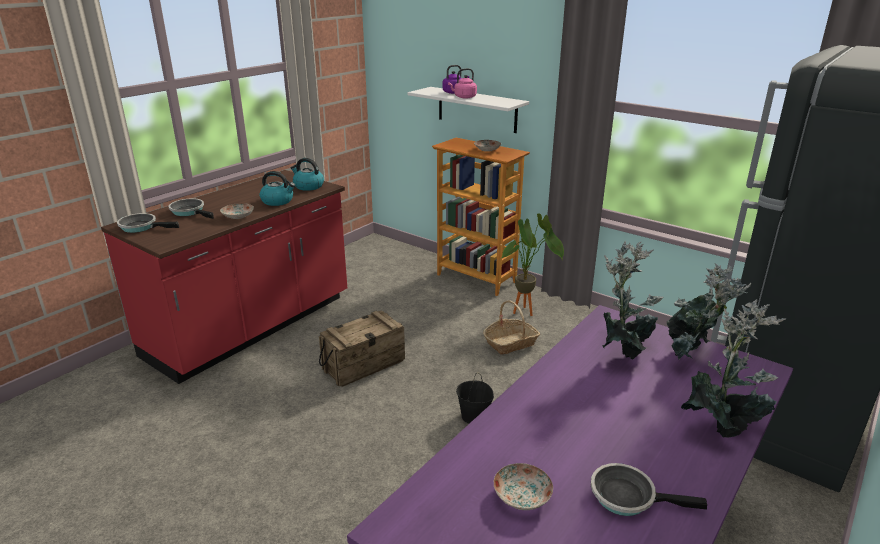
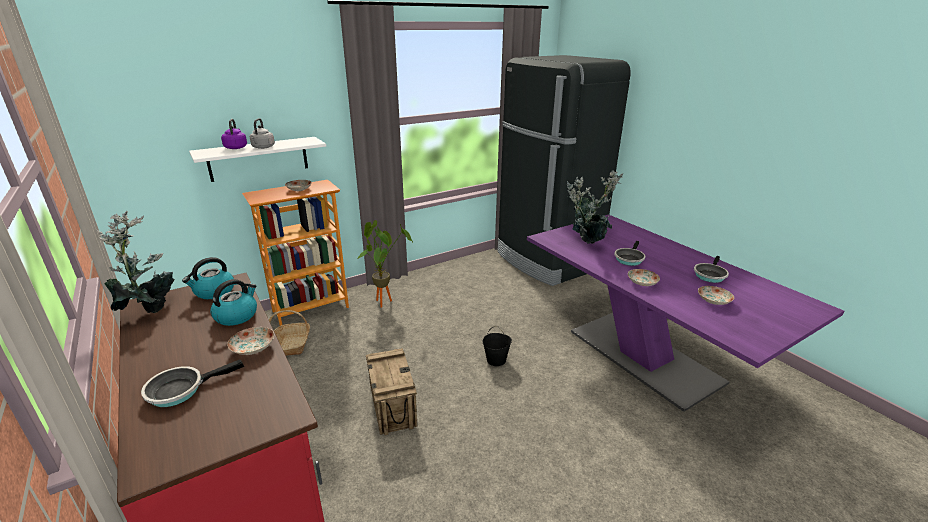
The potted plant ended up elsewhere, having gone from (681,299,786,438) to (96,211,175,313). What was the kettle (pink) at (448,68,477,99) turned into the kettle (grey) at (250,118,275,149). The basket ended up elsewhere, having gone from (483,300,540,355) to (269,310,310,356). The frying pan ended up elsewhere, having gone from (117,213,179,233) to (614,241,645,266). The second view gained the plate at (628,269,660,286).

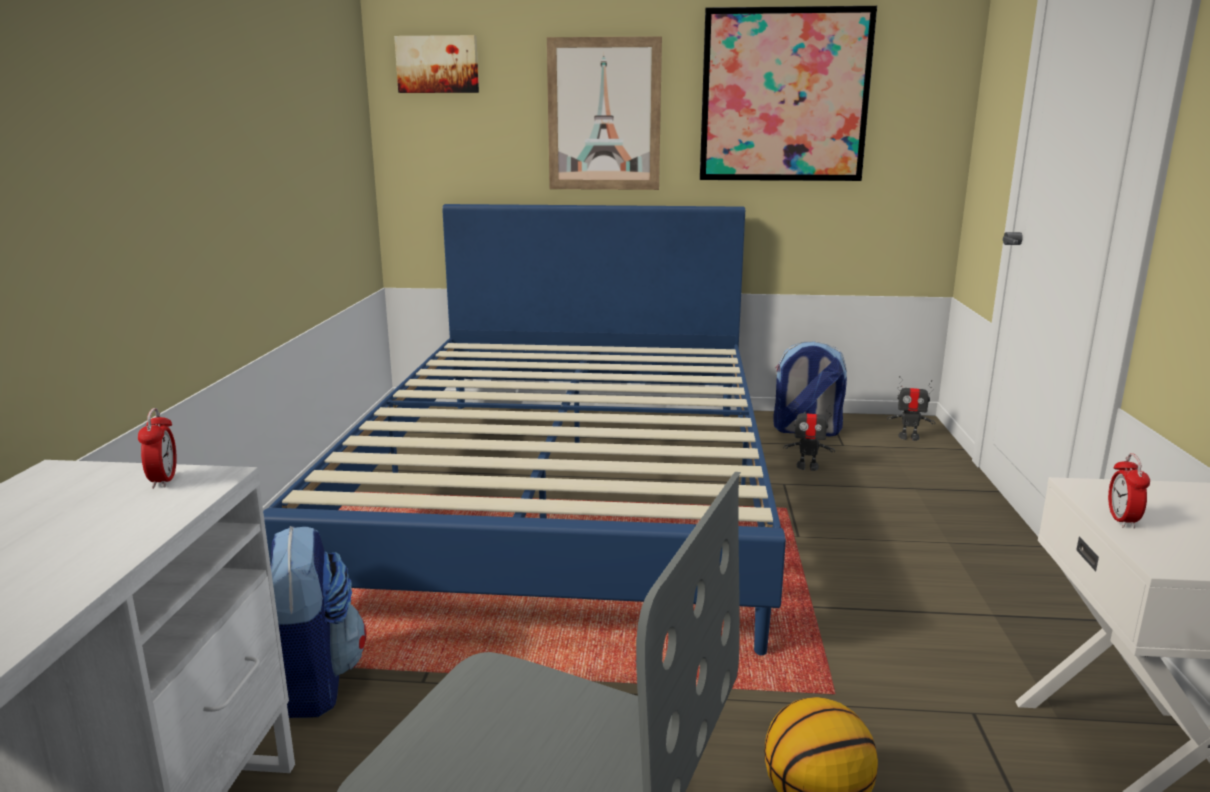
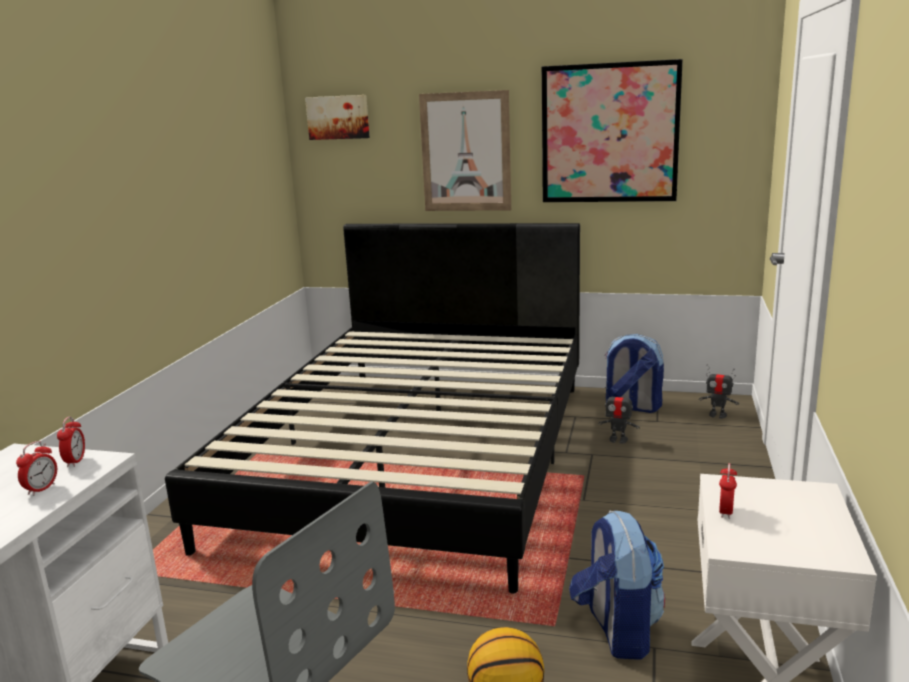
The second view gained the alarm clock at (16,441,57,496). What was the bed (blue) at (263,204,786,655) turned into the bed (black) at (165,223,580,594). The backpack ended up elsewhere, having gone from (271,526,366,718) to (569,511,665,660).

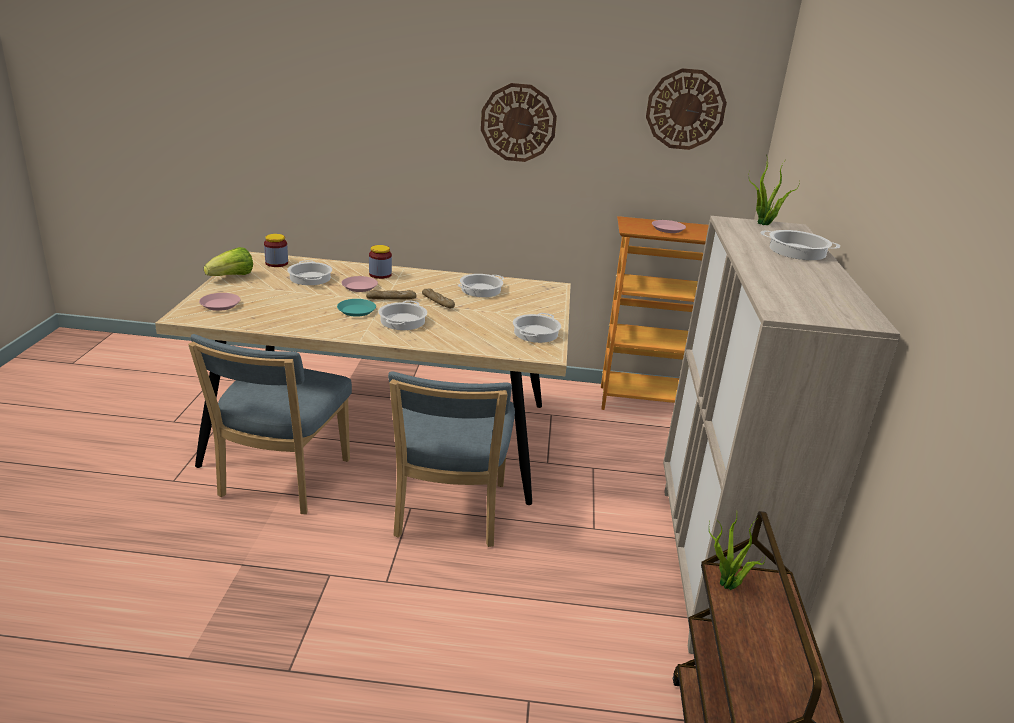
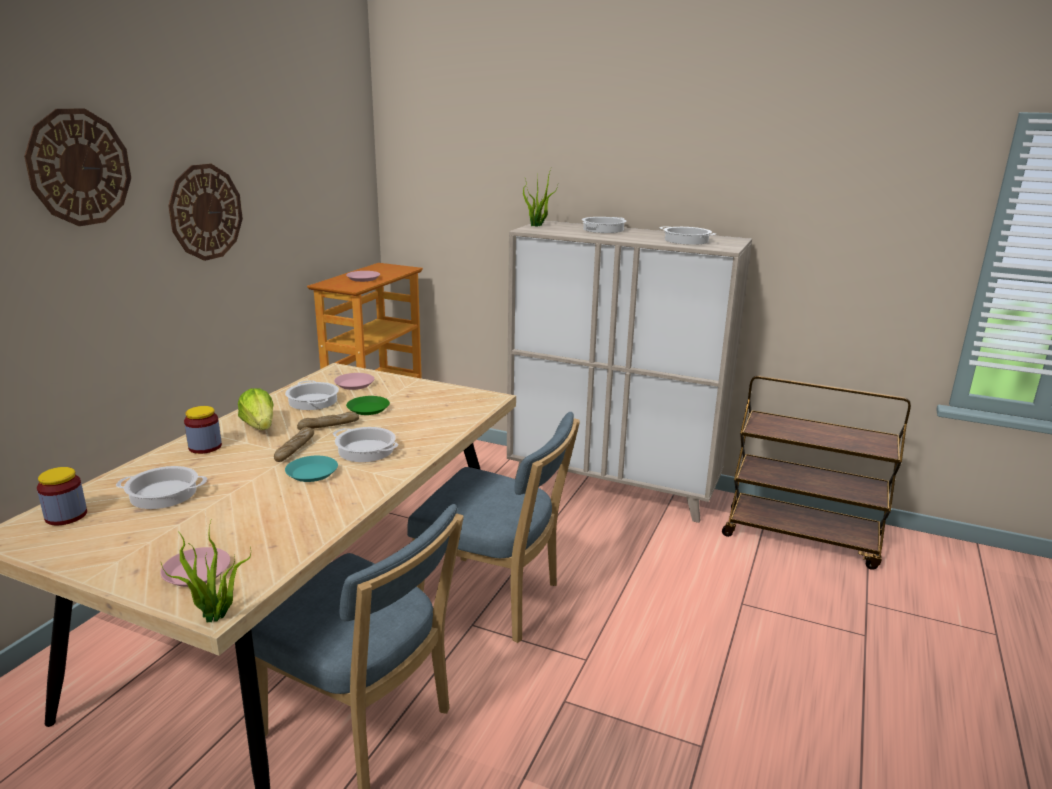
The wall clock ended up elsewhere, having gone from (646,68,727,150) to (24,108,131,226). The potted plant ended up elsewhere, having gone from (709,515,765,590) to (161,521,251,622). The lettuce ended up elsewhere, having gone from (204,247,253,276) to (238,388,273,430). The plate (pink) ended up elsewhere, having gone from (341,276,378,292) to (334,373,374,390). The second view gained the plate (green) at (346,396,390,415). The cooking pot ended up elsewhere, having gone from (513,313,561,343) to (659,226,716,245).

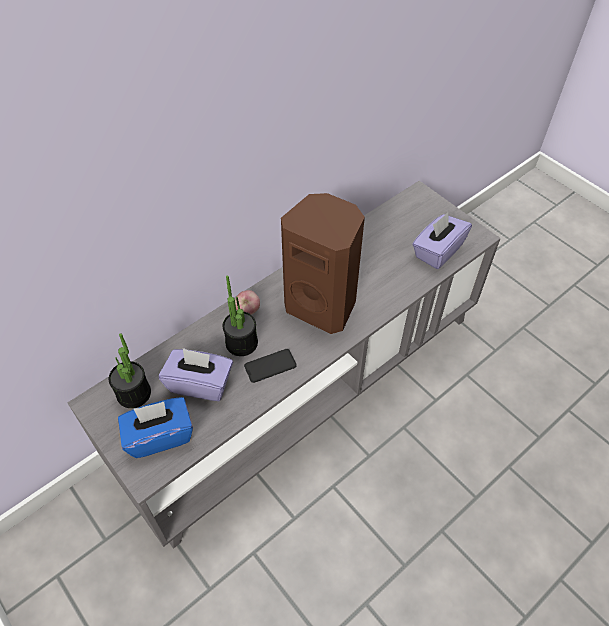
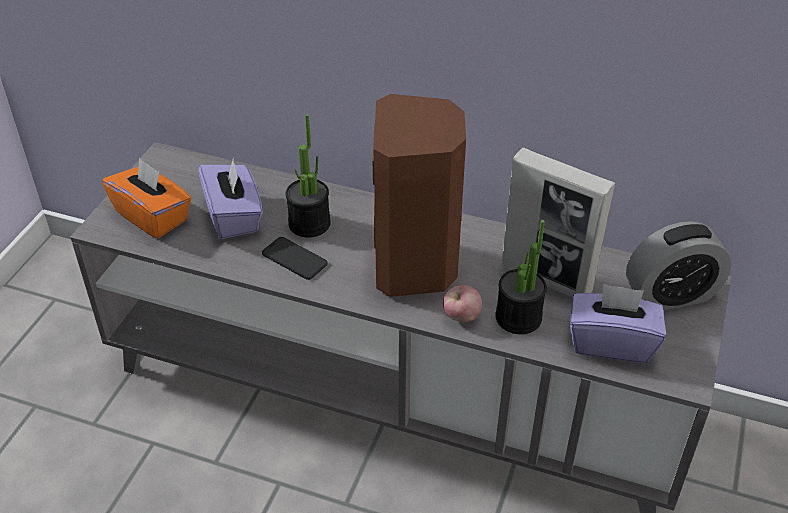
What was the tissue box (blue) at (118,397,193,458) turned into the tissue box (orange) at (102,157,191,239). The apple ended up elsewhere, having gone from (235,290,260,315) to (443,285,482,322). The potted plant ended up elsewhere, having gone from (109,333,151,408) to (496,220,547,334). The second view gained the picture frame at (502,148,615,298). The second view gained the alarm clock at (626,221,732,310).

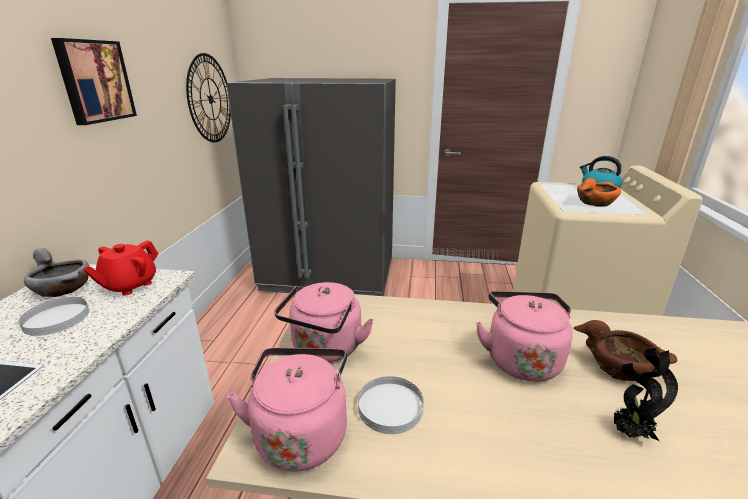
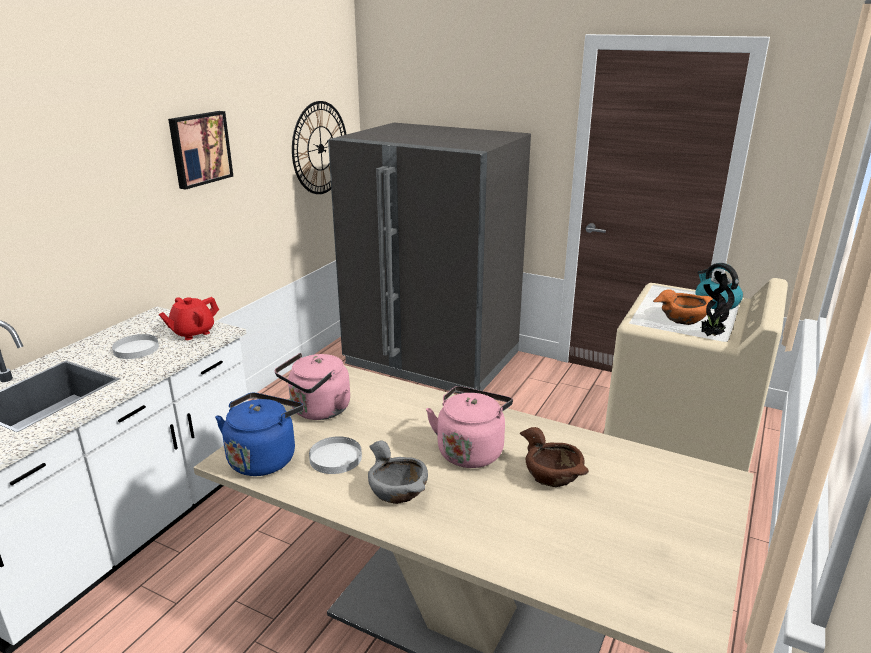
What was the kettle (pink) at (227,348,347,471) turned into the kettle (blue) at (215,393,303,476). The bowl (grey) ended up elsewhere, having gone from (24,248,89,297) to (368,441,428,504). The potted plant ended up elsewhere, having gone from (614,347,678,441) to (701,271,735,336).

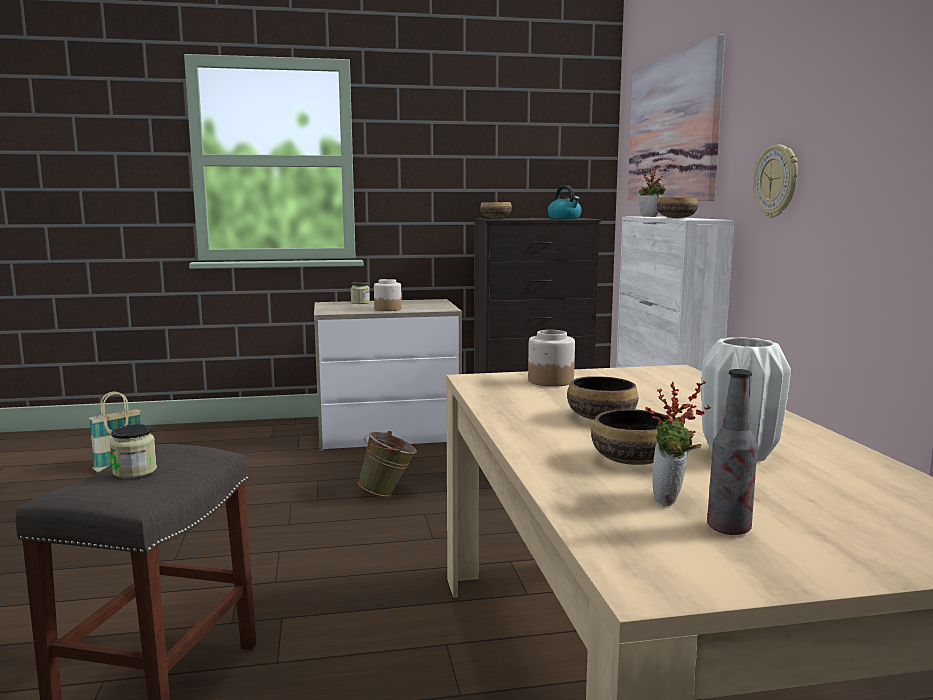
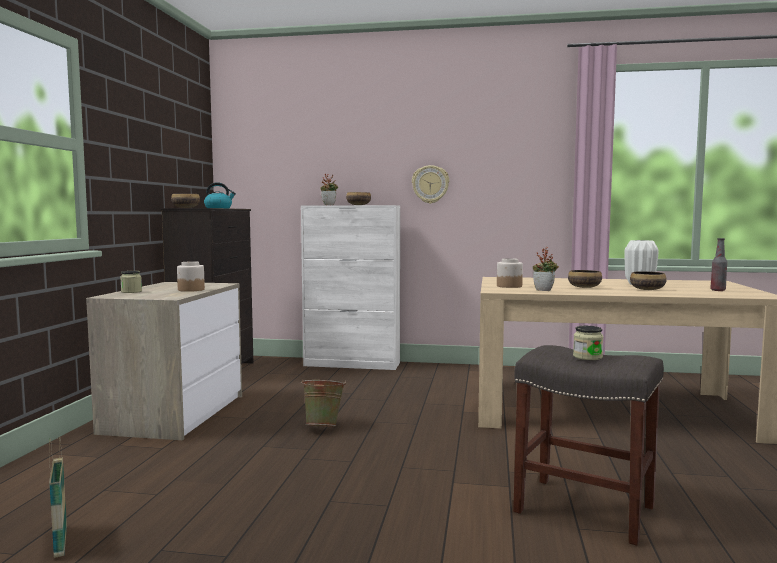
The potted plant ended up elsewhere, having gone from (645,381,711,506) to (533,247,559,291). The second view lost the picture at (627,34,725,201).

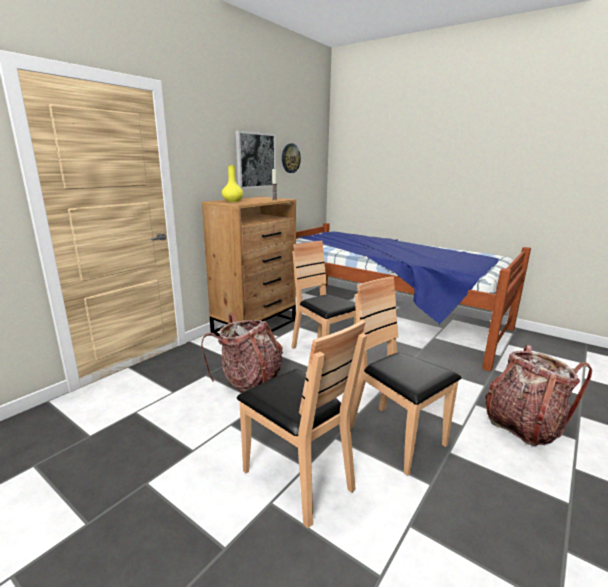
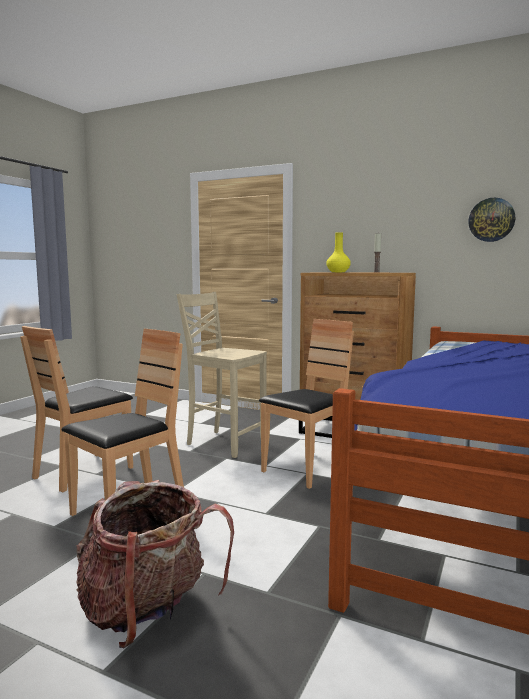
Where the backpack stood at (201,313,283,393), the chair (beige) came to stand at (177,292,267,458). The second view lost the picture at (236,131,276,189).

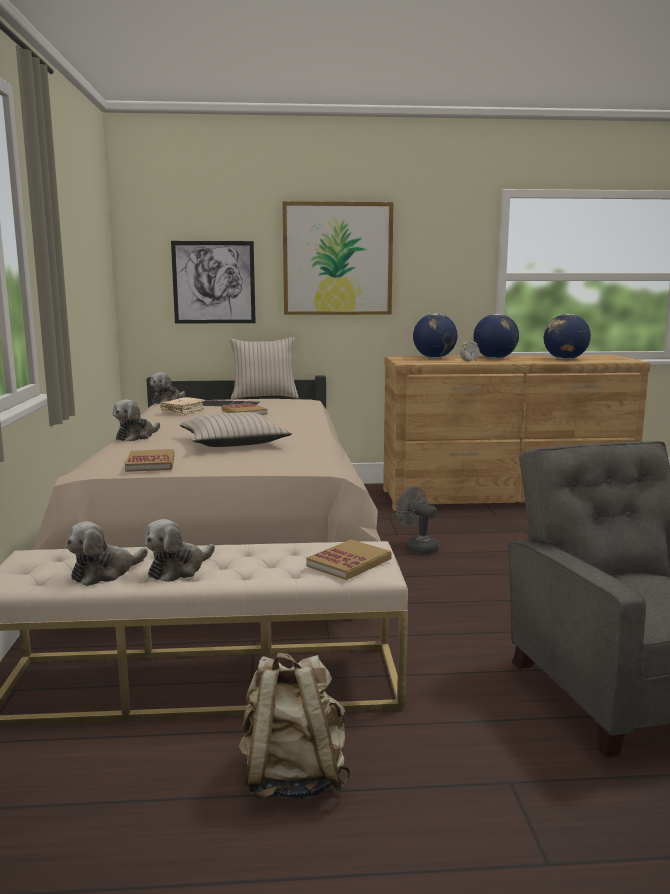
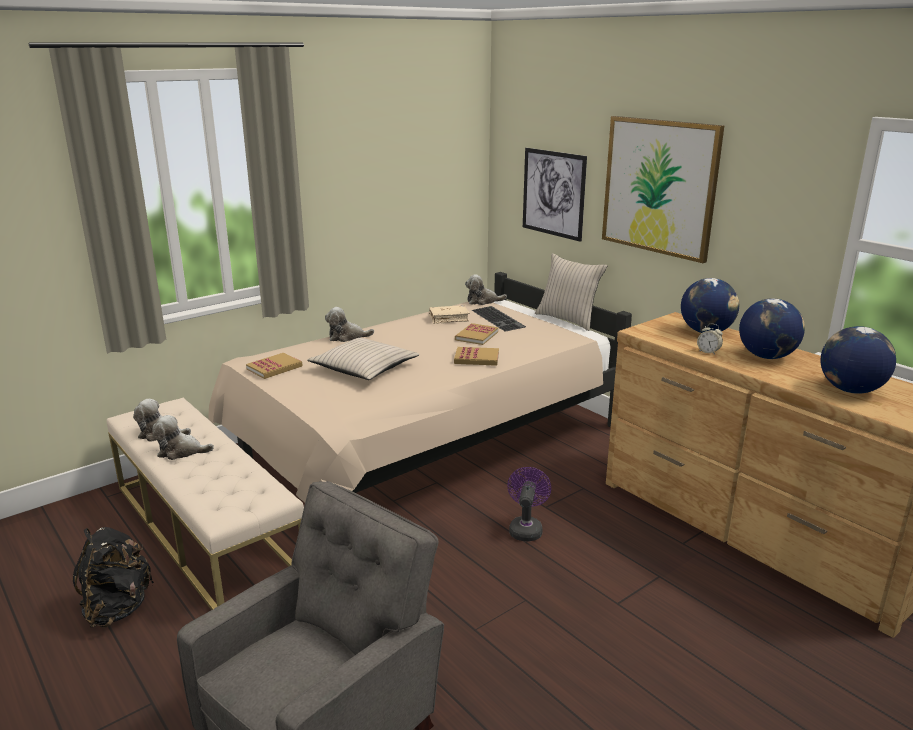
What was the backpack (beige) at (239,652,351,799) turned into the backpack (black) at (72,527,154,627). The book ended up elsewhere, having gone from (306,539,391,580) to (454,347,499,366). What was the fan (grey) at (396,486,439,554) turned into the fan (purple) at (507,467,551,542).

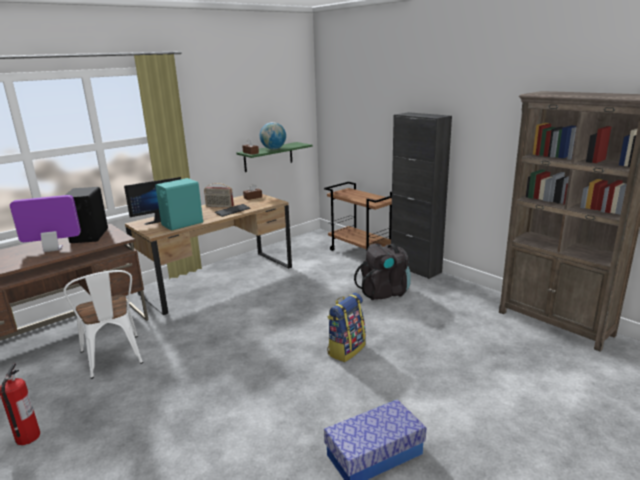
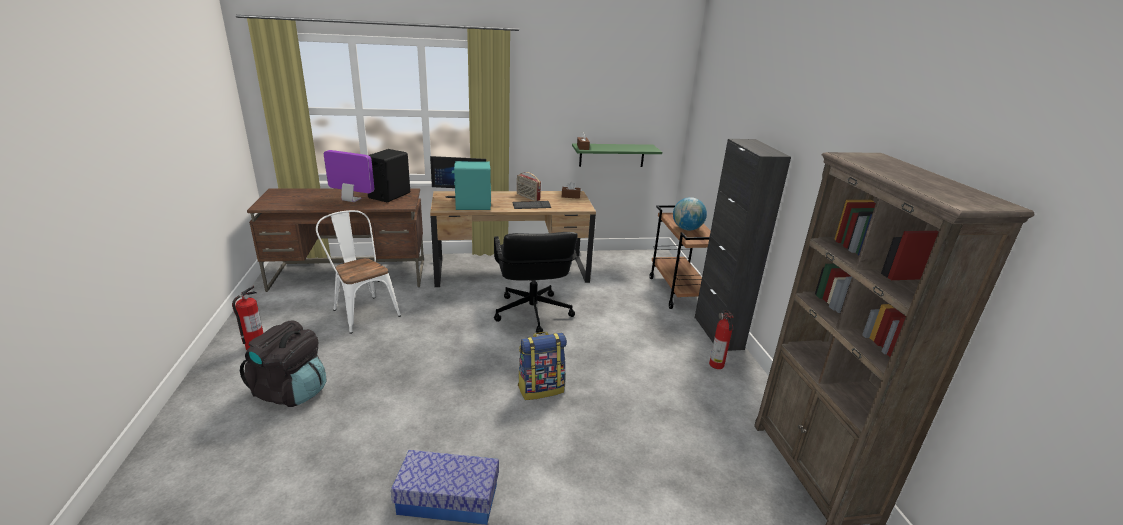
The backpack (black) ended up elsewhere, having gone from (354,243,411,300) to (240,321,326,407). The chair (white) at (63,270,143,379) ended up facing another way, 135 degrees clockwise from before. The second view gained the office chair (black) at (494,232,578,334). The globe ended up elsewhere, having gone from (260,122,286,149) to (673,197,707,231). The second view gained the fire extinguisher at (709,310,734,369).

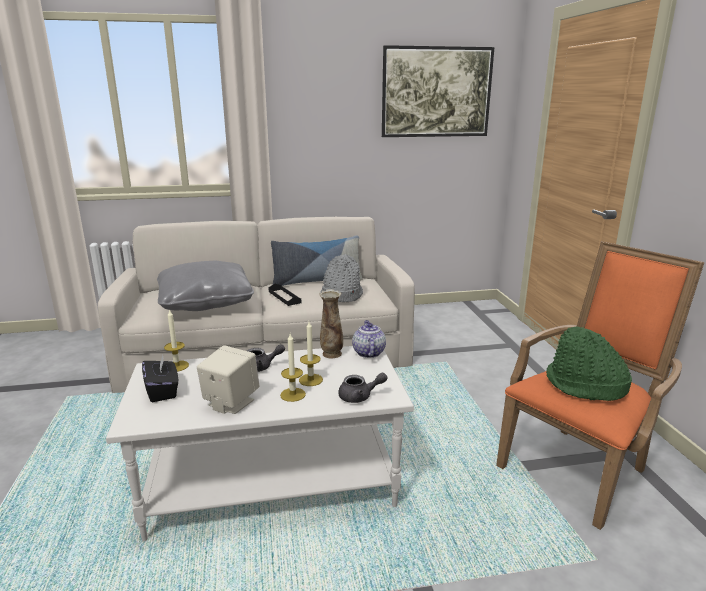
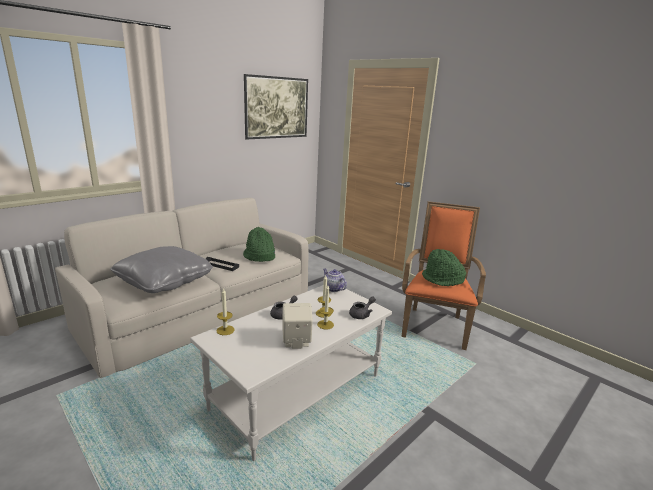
What was the hat (grey) at (320,254,363,302) turned into the hat (green) at (243,227,275,262). The second view lost the tissue box (black) at (142,355,178,402). The second view lost the pillow at (271,235,362,286). The second view lost the vase at (319,289,343,359).

